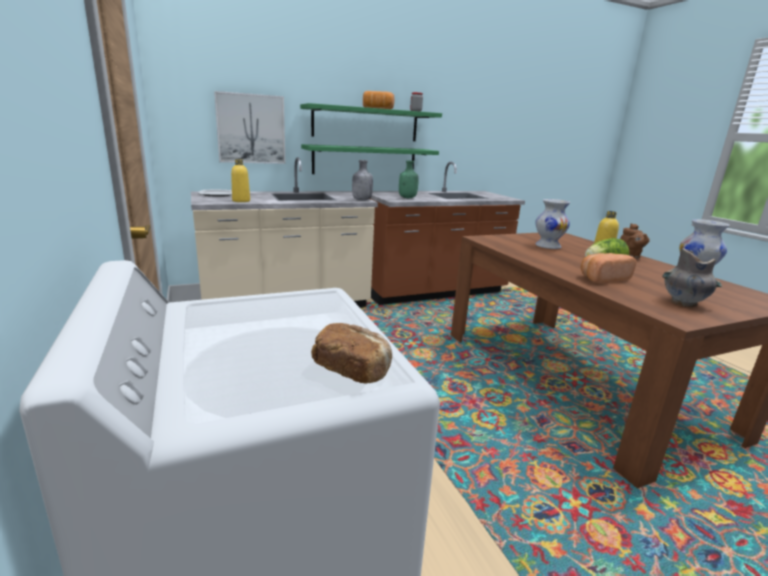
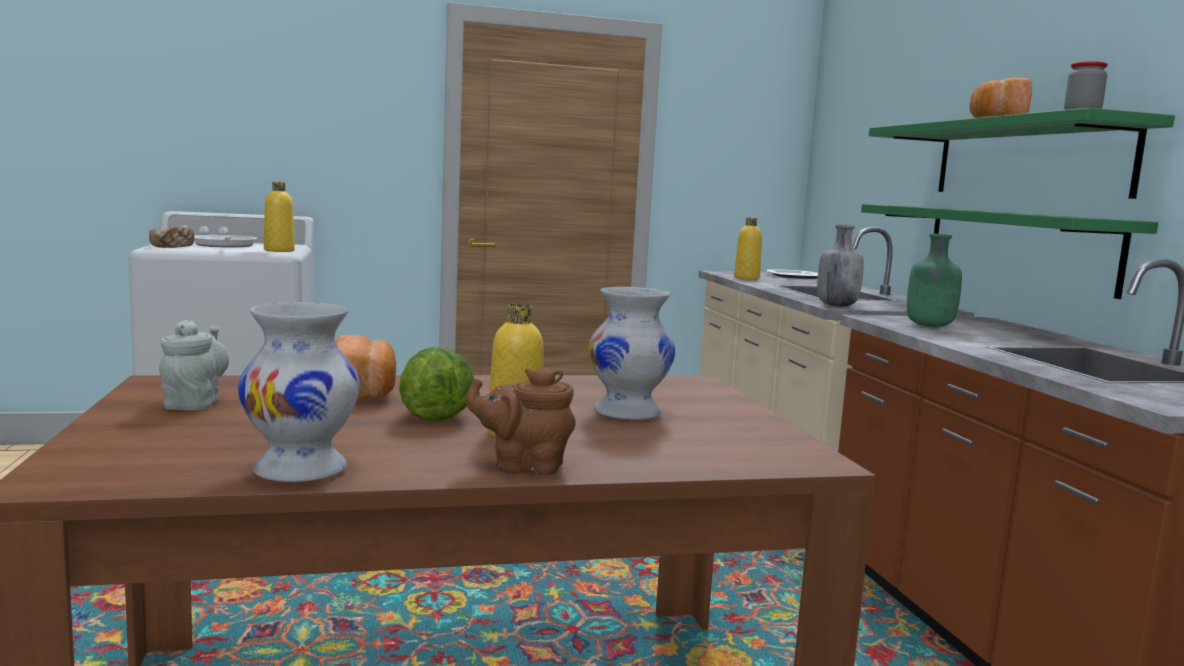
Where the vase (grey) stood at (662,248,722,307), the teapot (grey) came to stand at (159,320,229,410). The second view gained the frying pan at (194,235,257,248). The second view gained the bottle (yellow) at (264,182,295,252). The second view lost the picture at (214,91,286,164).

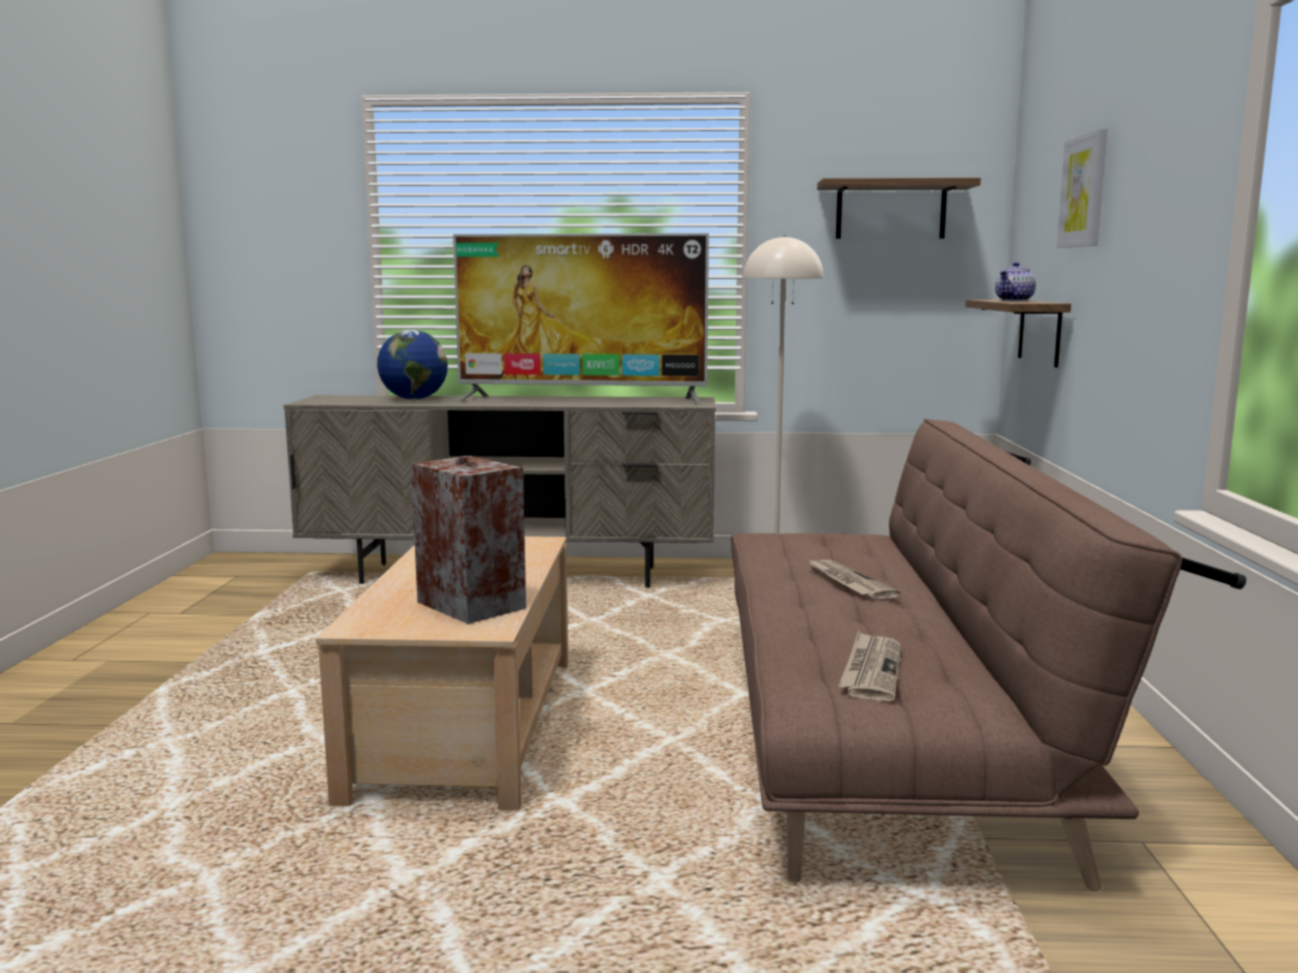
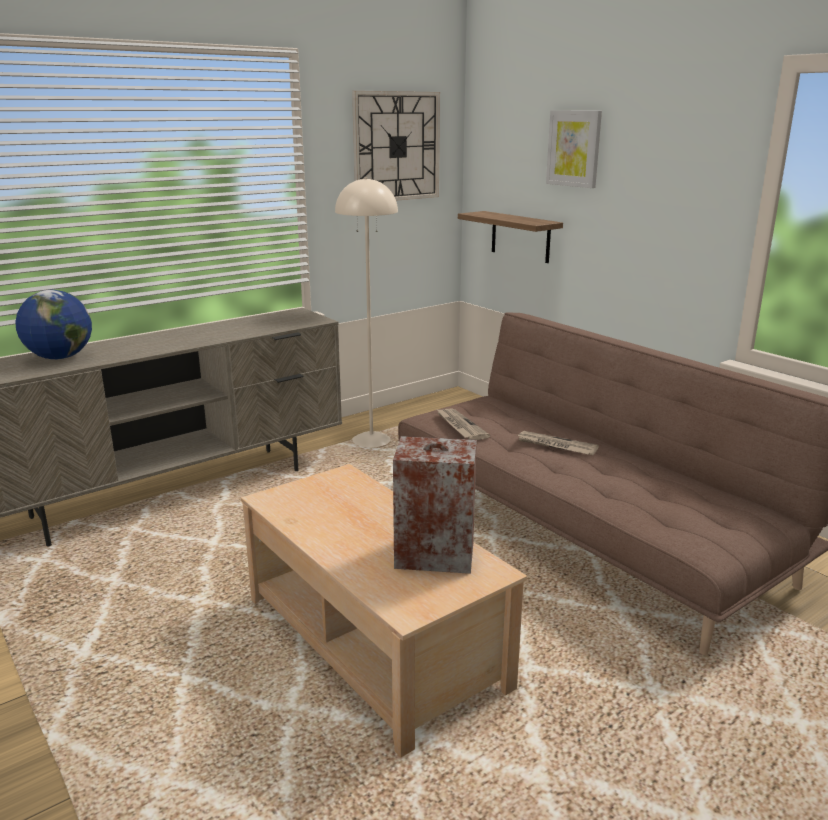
Where the shelf hung at (817,178,981,239), the wall clock came to hang at (352,91,440,201). The newspaper ended up elsewhere, having gone from (838,631,901,702) to (436,409,490,440). The second view lost the television at (453,233,709,405). The second view lost the teapot at (995,262,1036,301).

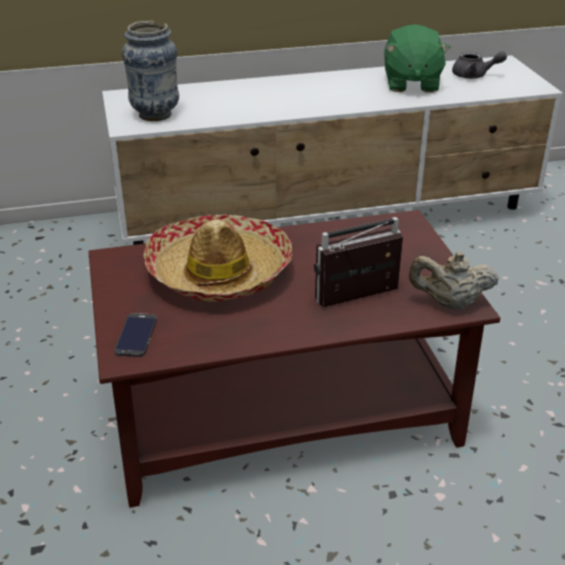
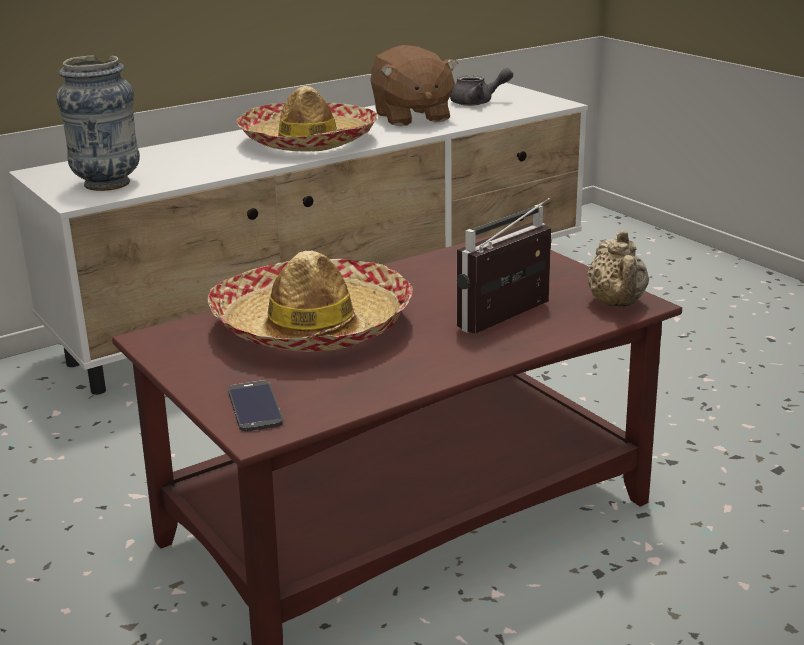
The second view gained the hat at (237,86,377,152). What was the plush toy (green) at (384,24,451,92) turned into the plush toy (brown) at (370,45,458,126). The teapot (beige) at (409,252,499,309) ended up facing another way, 75 degrees counterclockwise from before.

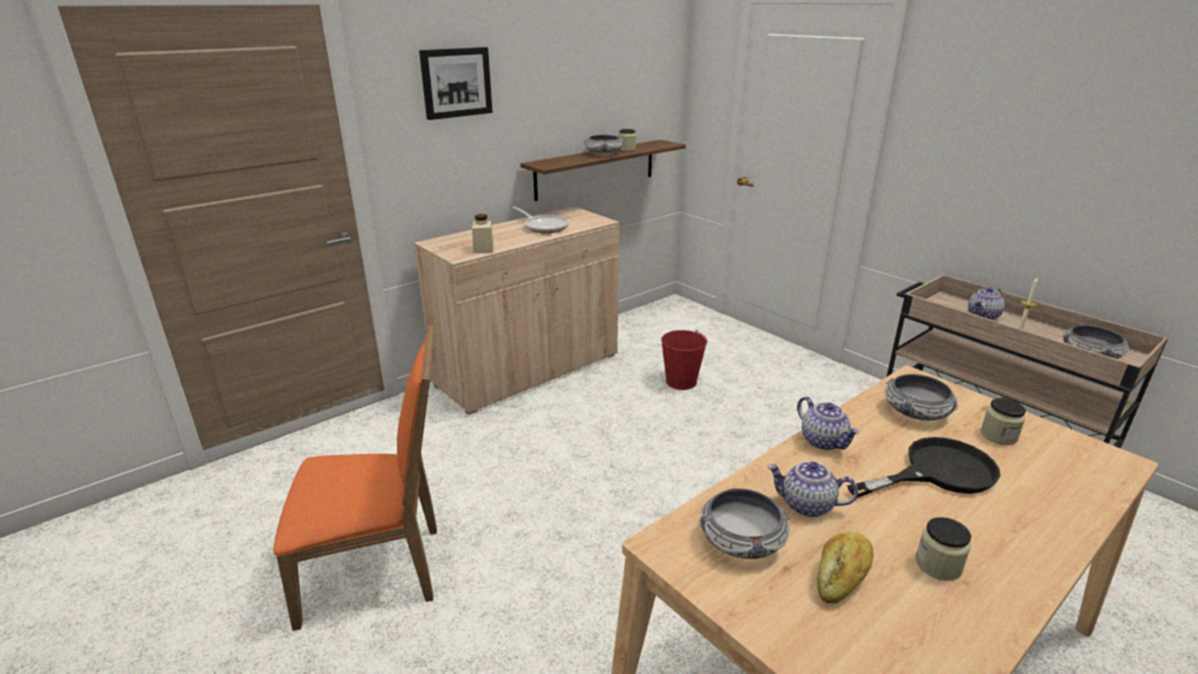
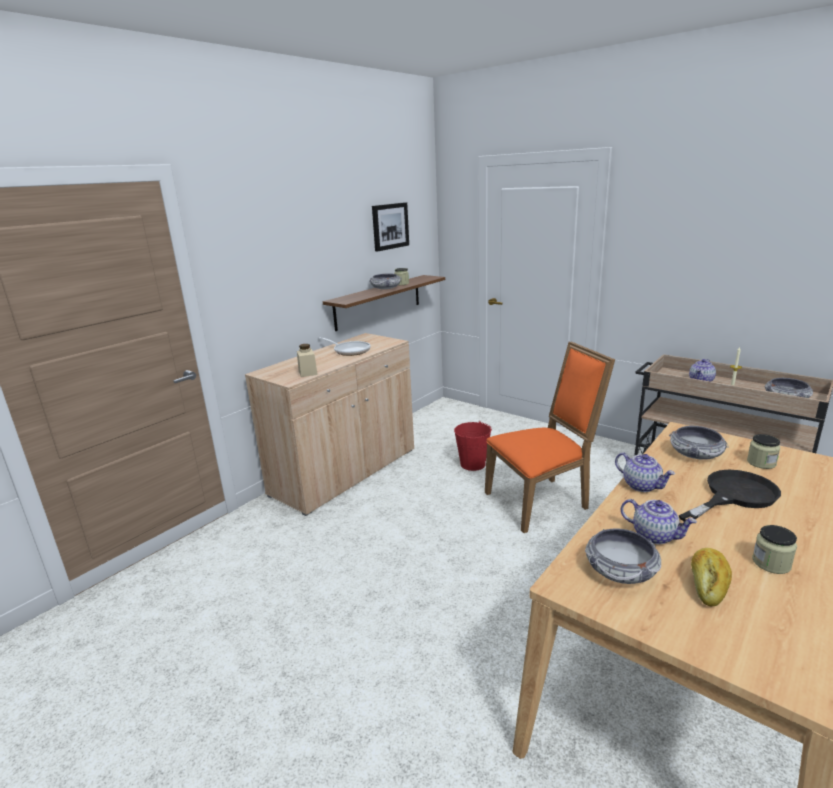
The picture ended up elsewhere, having gone from (419,47,493,120) to (372,202,409,251). The chair (orange) ended up elsewhere, having gone from (273,324,437,631) to (485,342,615,533). The teapot at (767,461,858,517) ended up facing another way, 150 degrees counterclockwise from before.

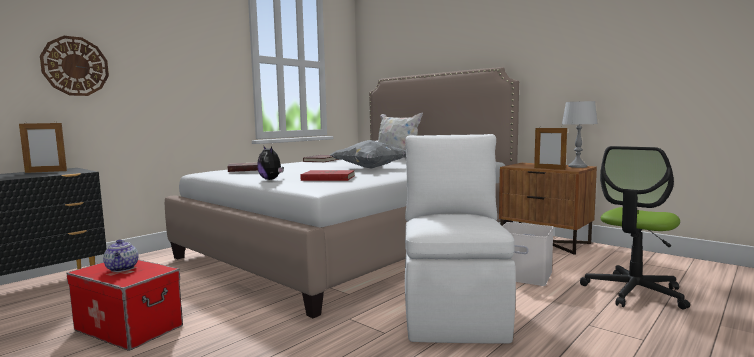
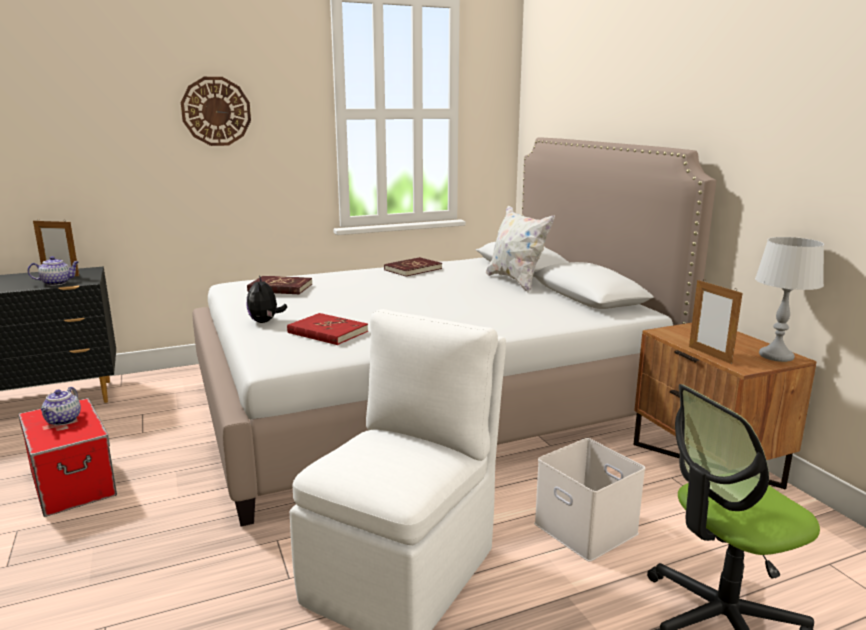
The second view gained the teapot at (27,256,79,286). The wall clock ended up elsewhere, having gone from (40,36,109,96) to (181,77,251,146). The second view lost the pillow (grey) at (330,140,406,169).

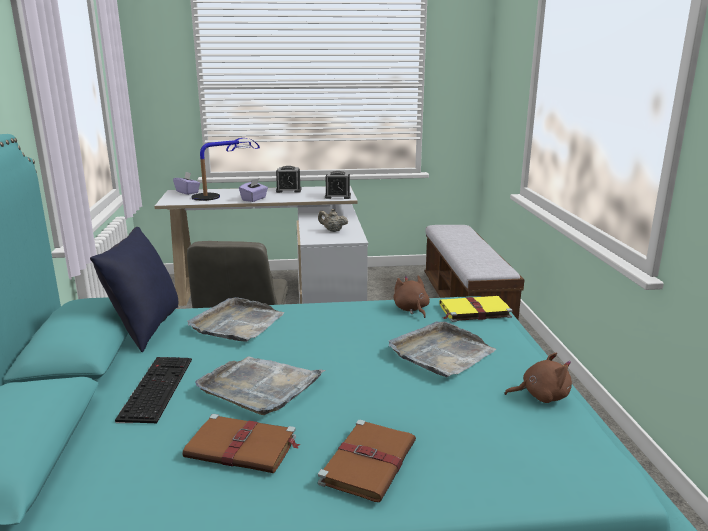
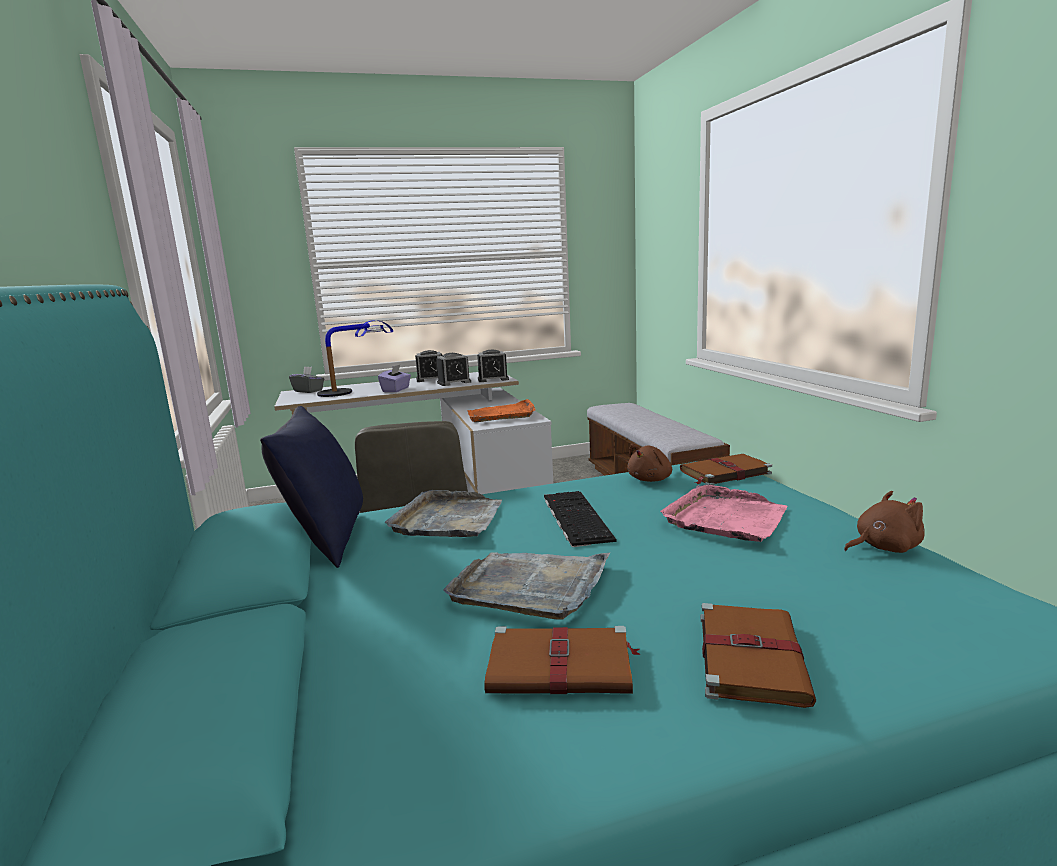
What was the tissue box (purple) at (173,172,200,195) turned into the tissue box (grey) at (289,366,324,393). The second view gained the alarm clock at (436,353,471,386). Where the teapot (beige) stood at (318,209,348,232), the tray (orange) came to stand at (468,399,536,422). The keyboard ended up elsewhere, having gone from (115,357,192,423) to (544,491,616,547). The plush toy (brown) at (393,275,430,318) ended up facing another way, 105 degrees counterclockwise from before. What was the tray (grey) at (389,321,496,377) turned into the tray (pink) at (660,485,787,542). What was the book (yellow) at (439,296,513,322) turned into the book (brown) at (680,454,772,485).

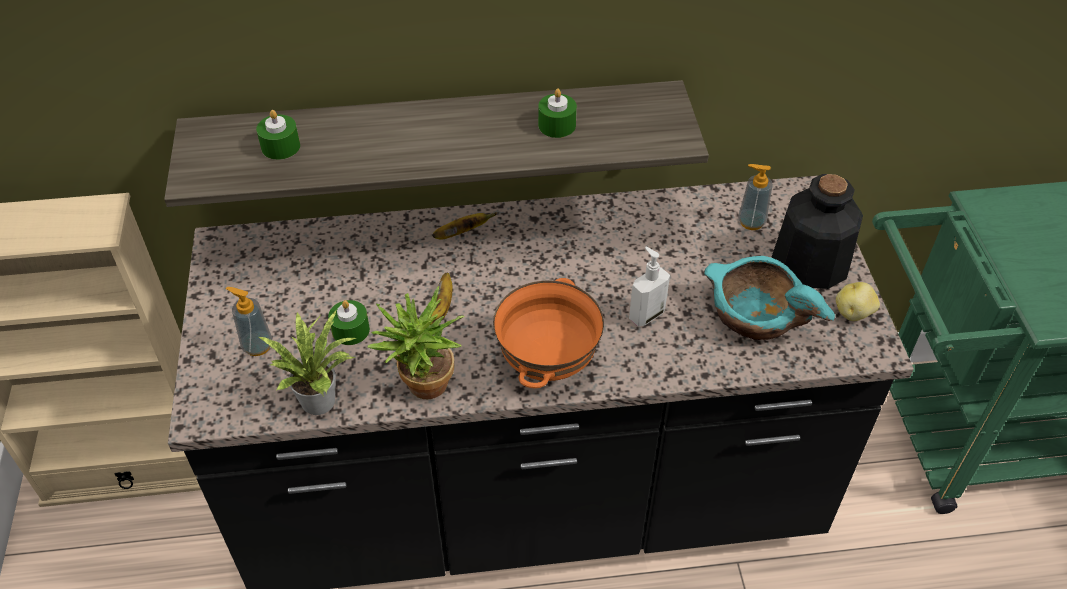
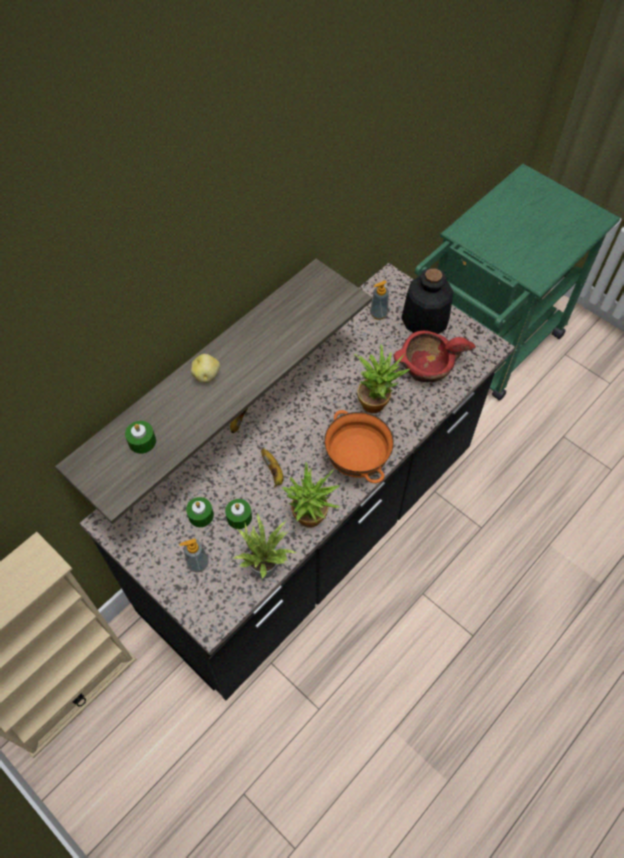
The candle (green) ended up elsewhere, having gone from (538,88,577,138) to (186,497,214,527). The potato ended up elsewhere, having gone from (836,282,880,321) to (191,354,220,383). Where the soap dispenser stood at (629,247,670,326), the potted plant came to stand at (354,345,410,413). What was the bowl (turquoise) at (704,256,835,340) turned into the bowl (red) at (393,331,476,382).

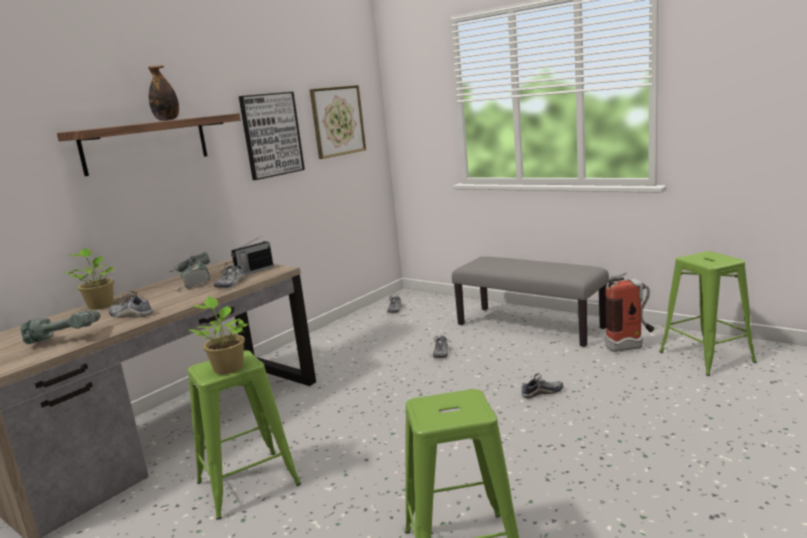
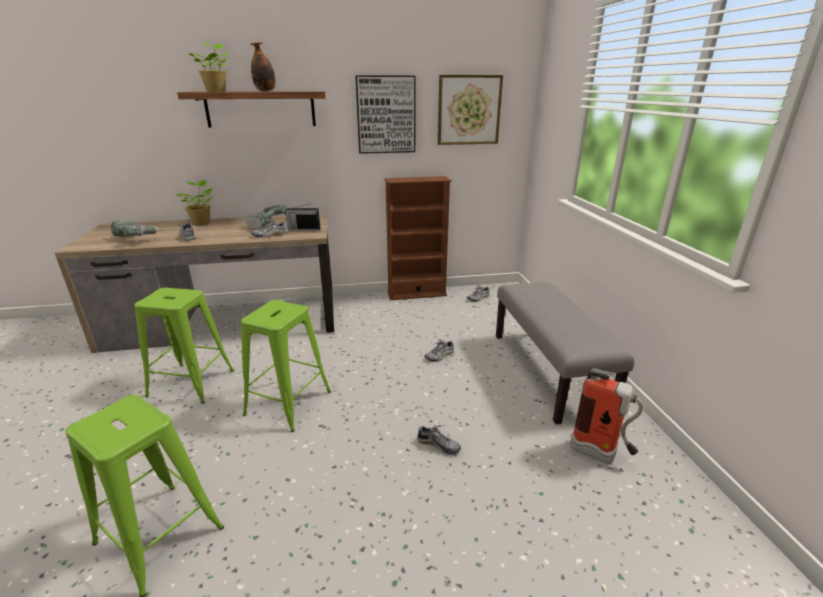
The potted plant ended up elsewhere, having gone from (189,297,248,374) to (189,42,229,92). The stool (green) ended up elsewhere, having gone from (659,251,757,376) to (241,300,331,432). The second view gained the bookcase (brown) at (384,176,451,300).

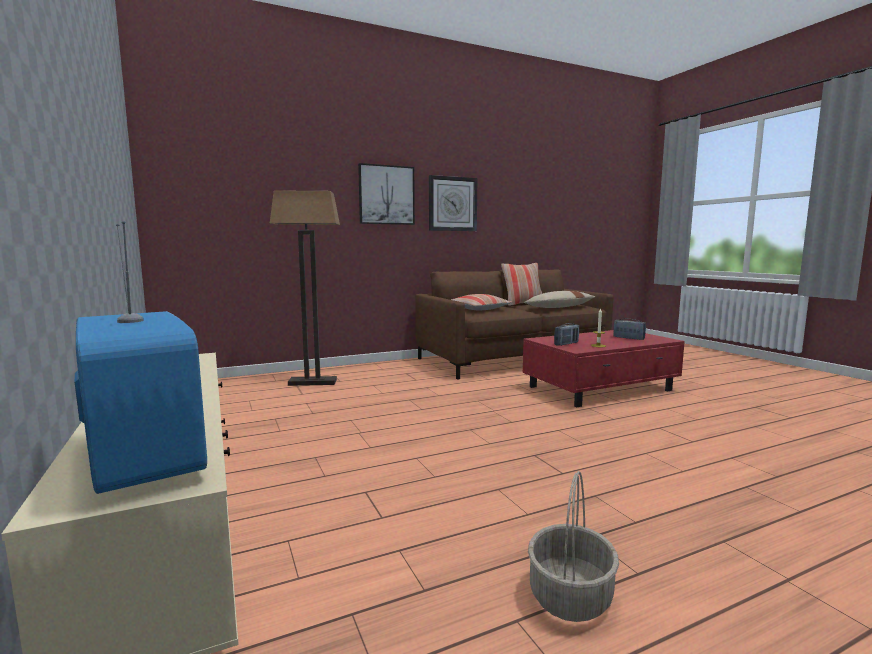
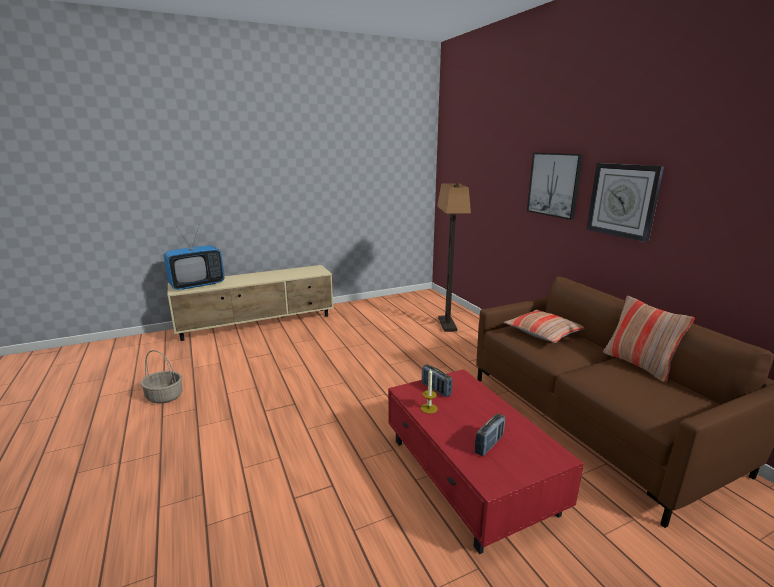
The second view lost the pillow (beige) at (524,291,595,308).

